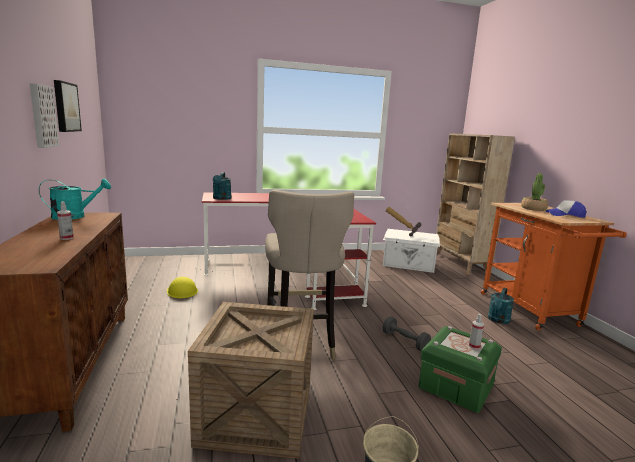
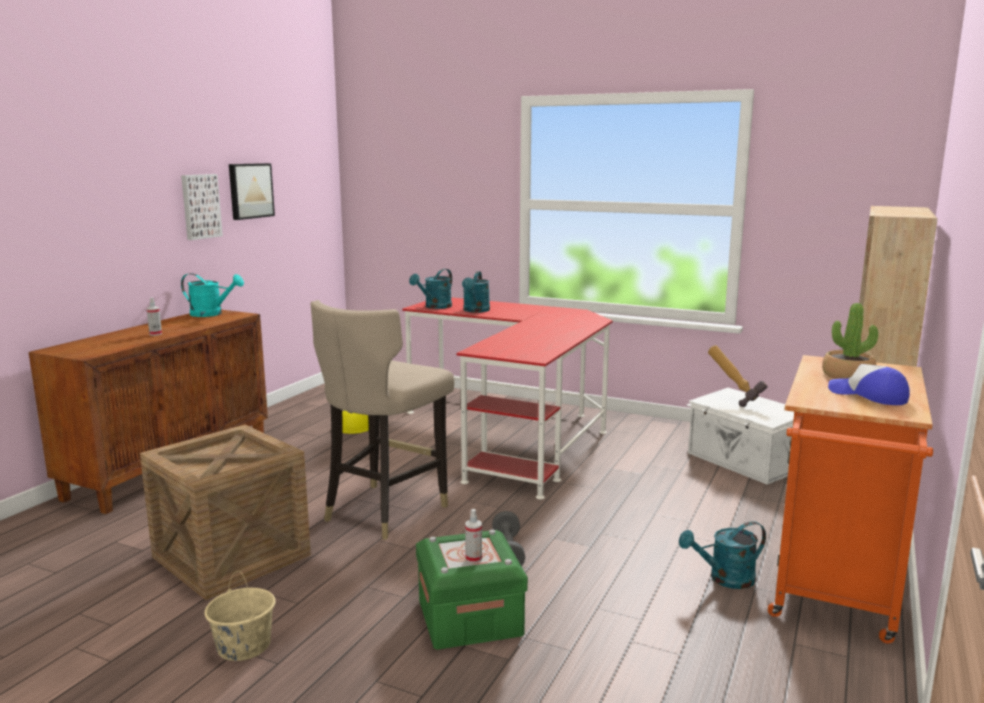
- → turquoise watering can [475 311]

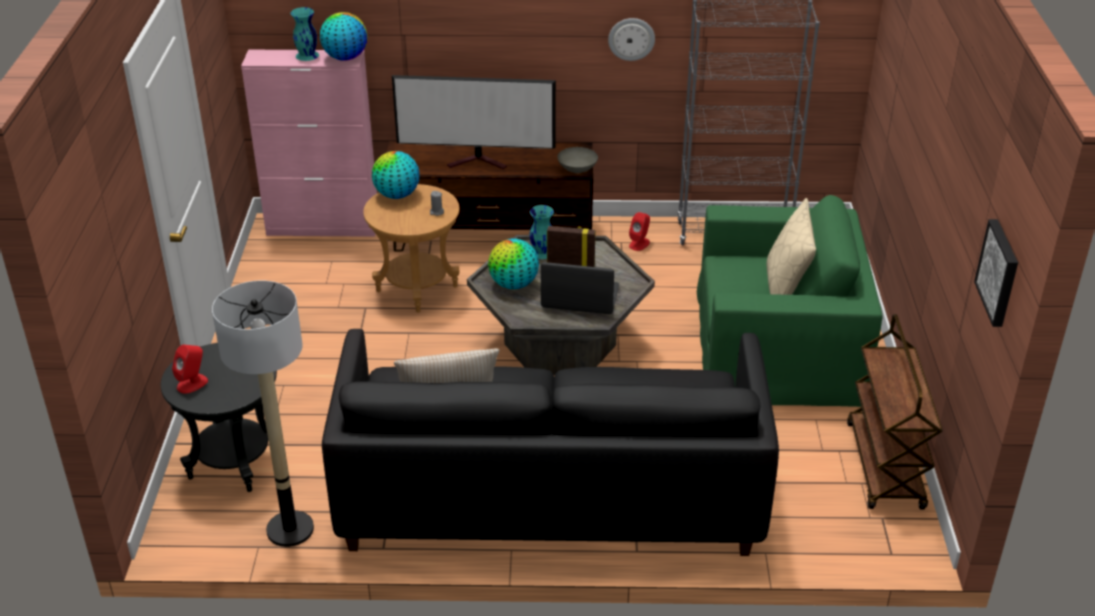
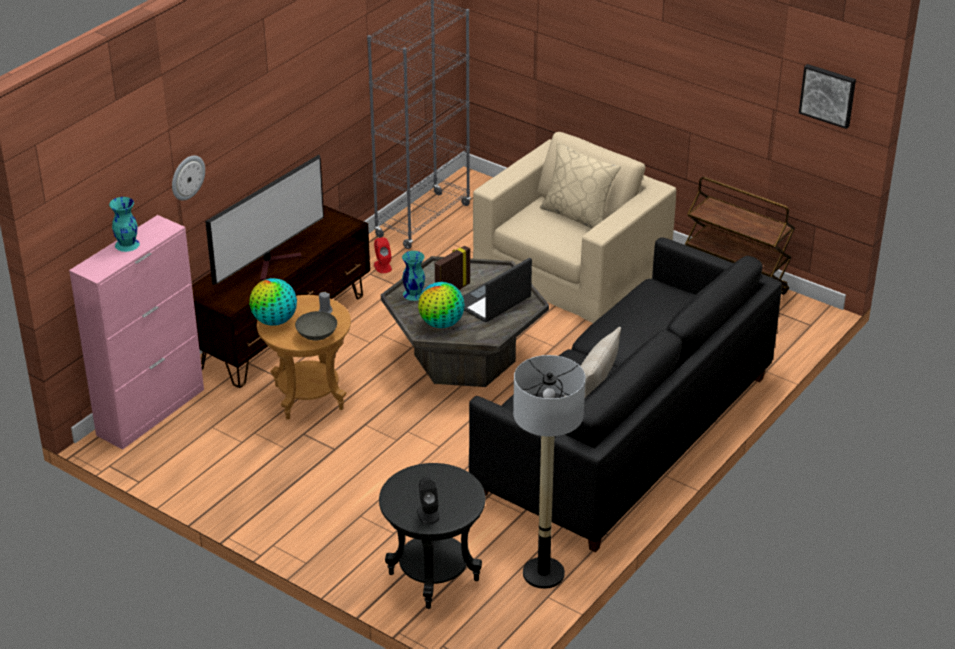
globe [345 58] → -
grey bowl [577 170] → grey bowl [316 336], relocated
wall clock [631 38] → wall clock [187 177], relocated
red speaker [192 383] → black speaker [428 513]
green armchair [778 345] → beige armchair [572 266]

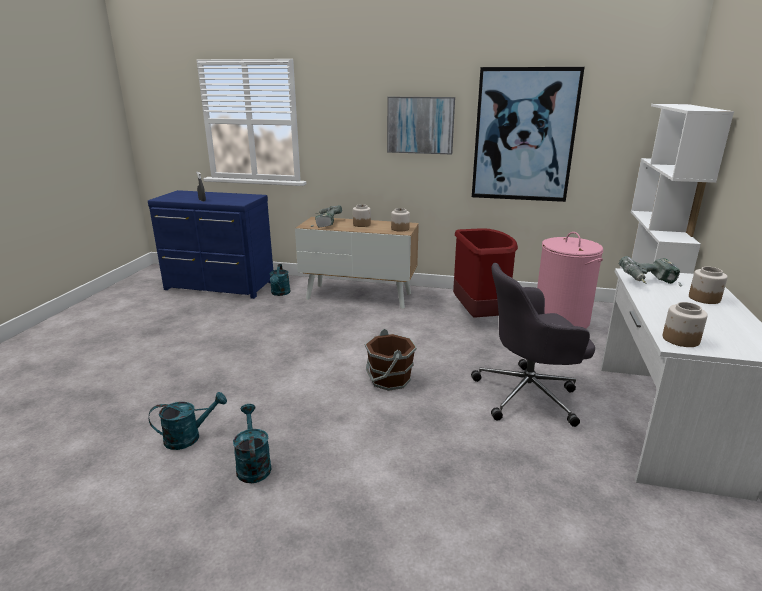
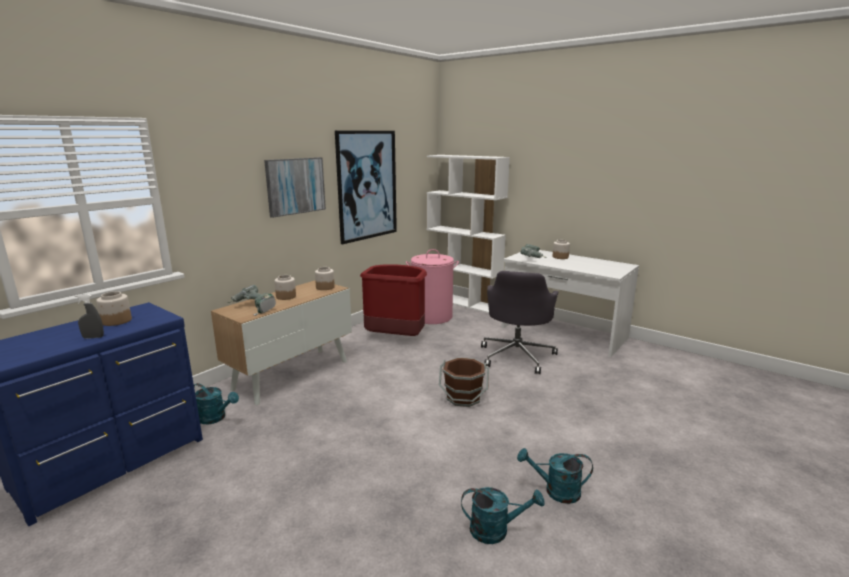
jar [680 339] → jar [116 321], relocated
turquoise watering can [189 437] → turquoise watering can [496 530], 90 degrees clockwise

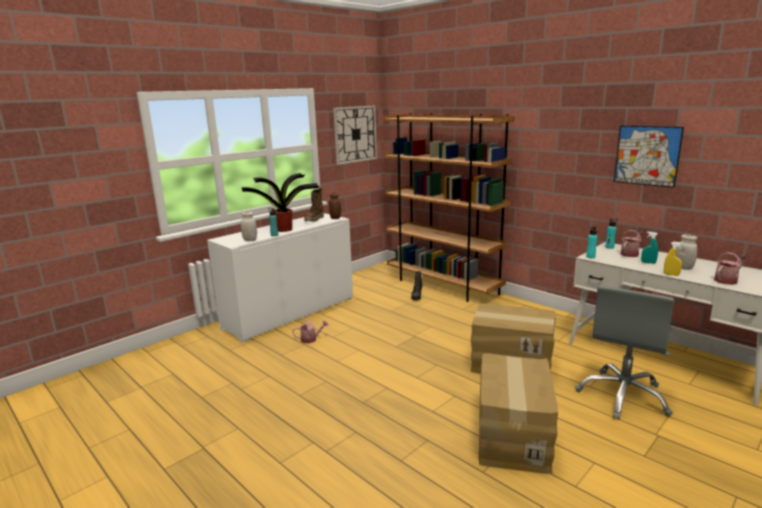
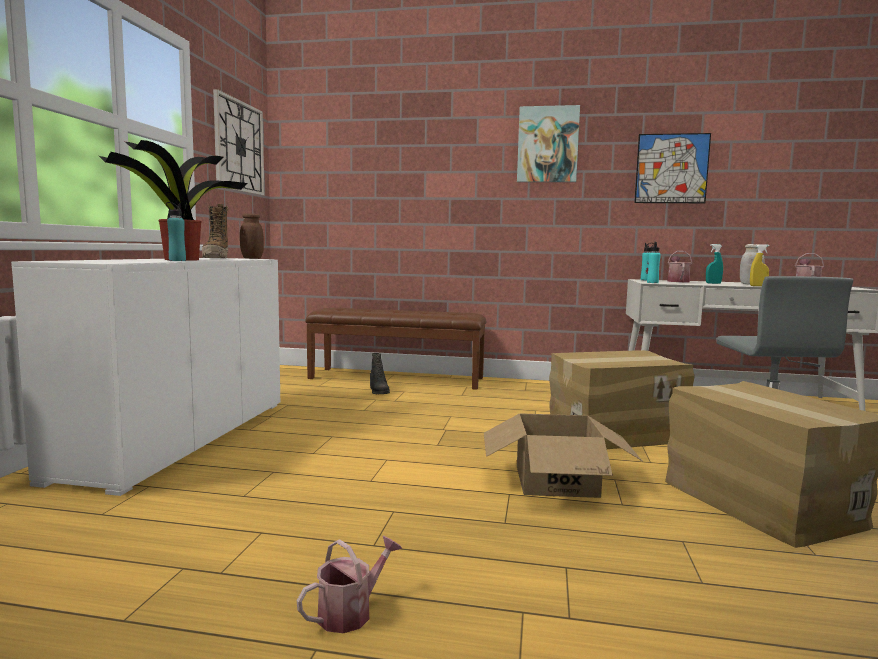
white jar [250 240] → -
- → cardboard box [556 481]
- → picture [547 144]
watering can [311 339] → watering can [351 612], relocated
brown bookcase [443 285] → brown bench [397 378]

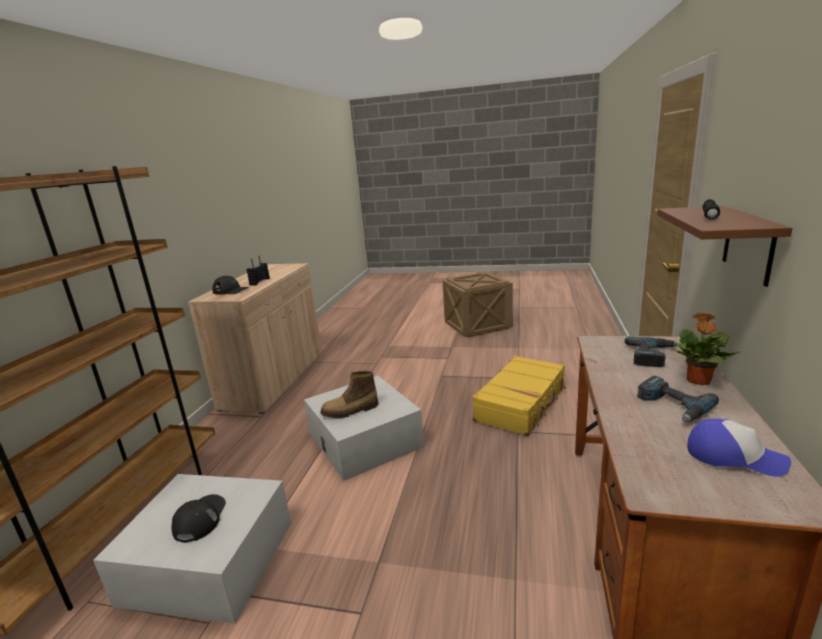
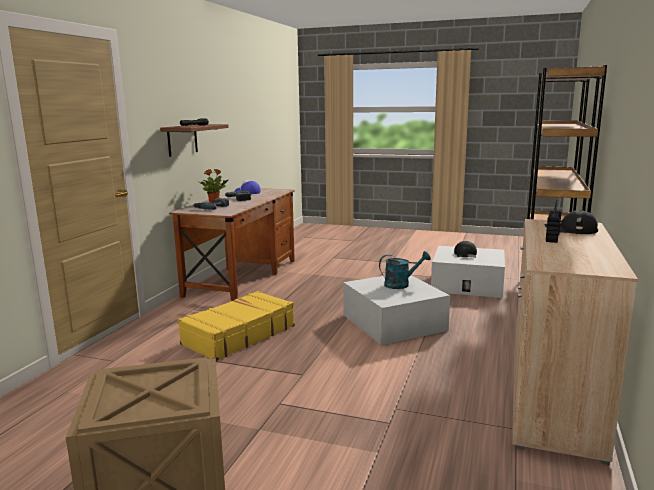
boot [350 411] → turquoise watering can [401 284]

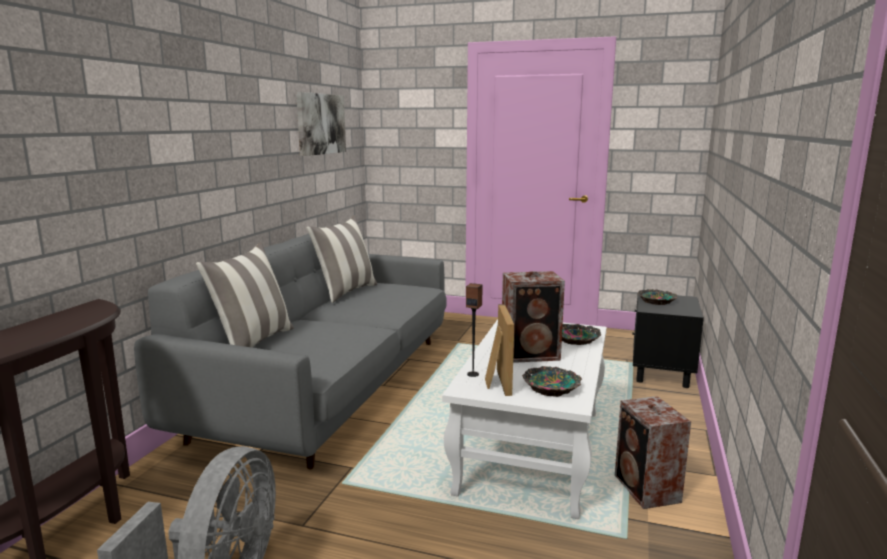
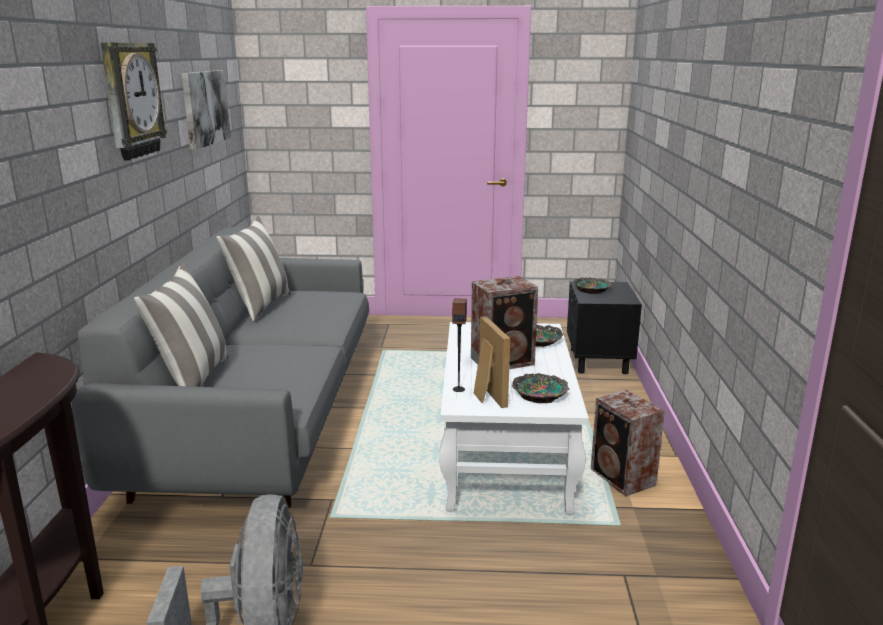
- → wall clock [130 100]

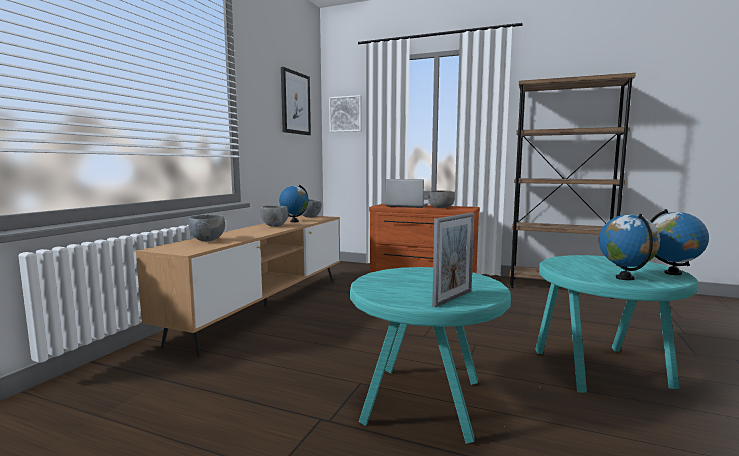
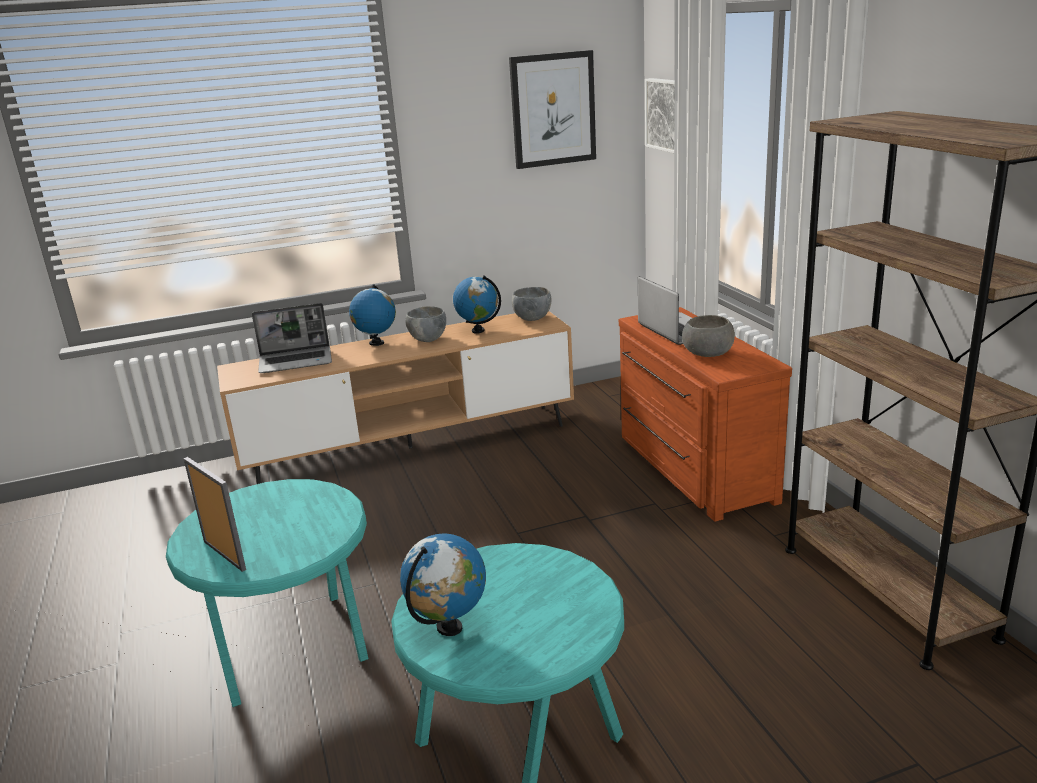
globe [672 273] → globe [376 343], relocated
grey bowl [208 240] → laptop [296 361]
picture frame [453 298] → picture frame [224 555], 135 degrees counterclockwise

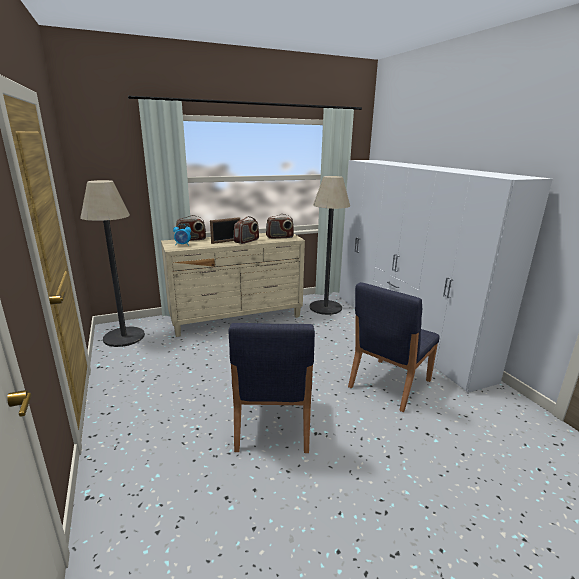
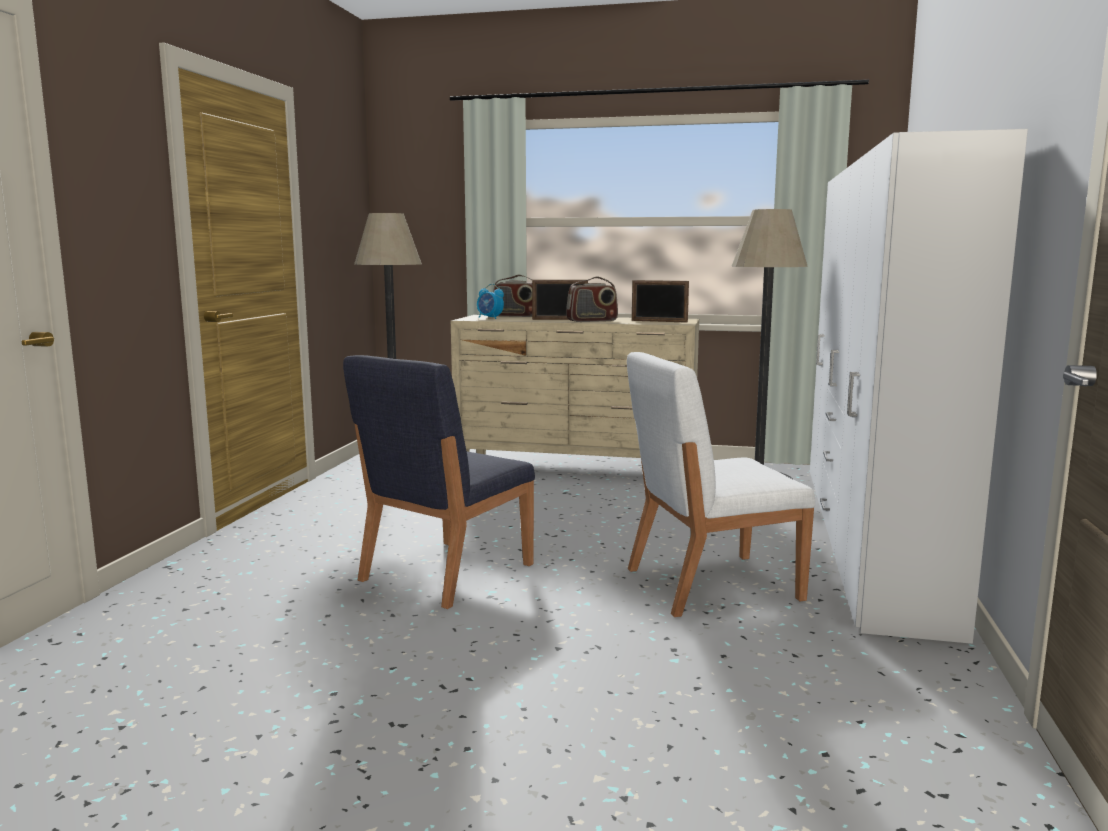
radio [279 237] → picture frame [659 321]
blue chair [389 384] → white chair [710 584]

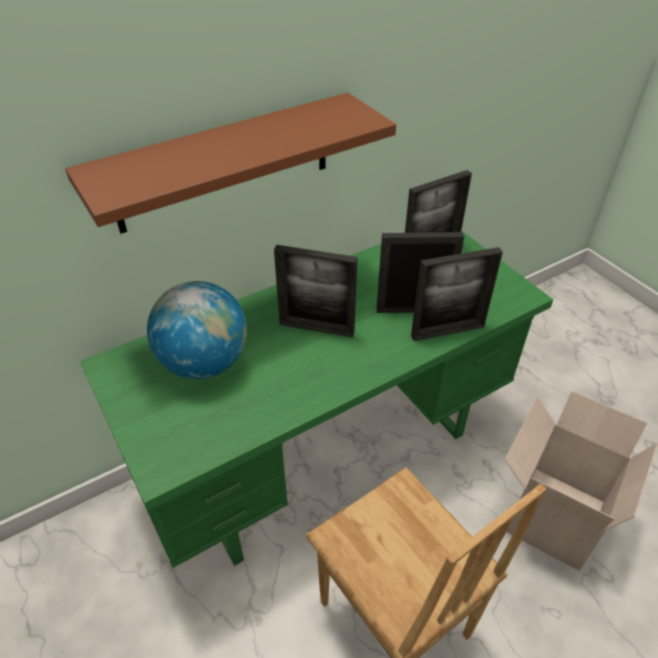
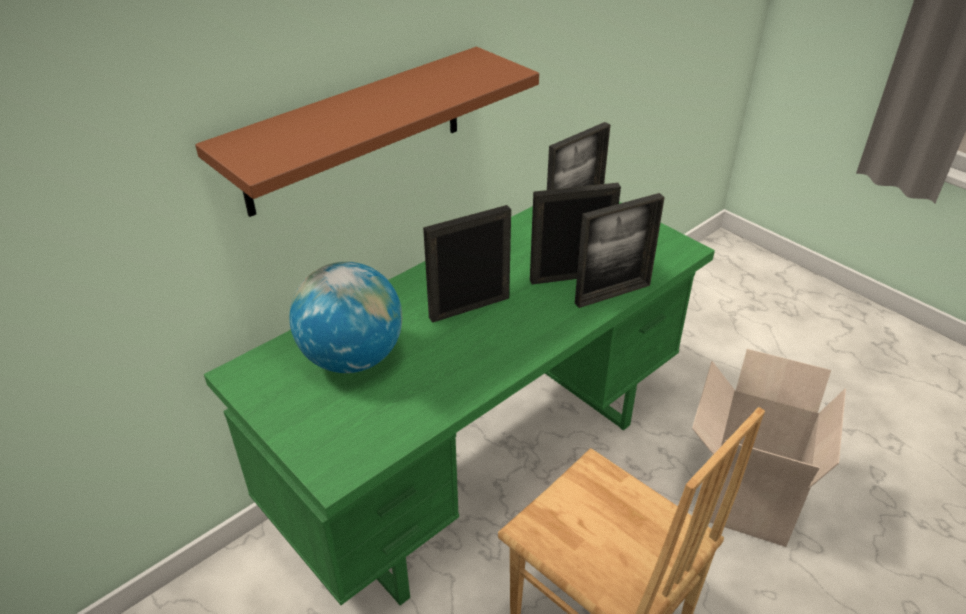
picture frame [316 328] → picture frame [469 307], 150 degrees clockwise

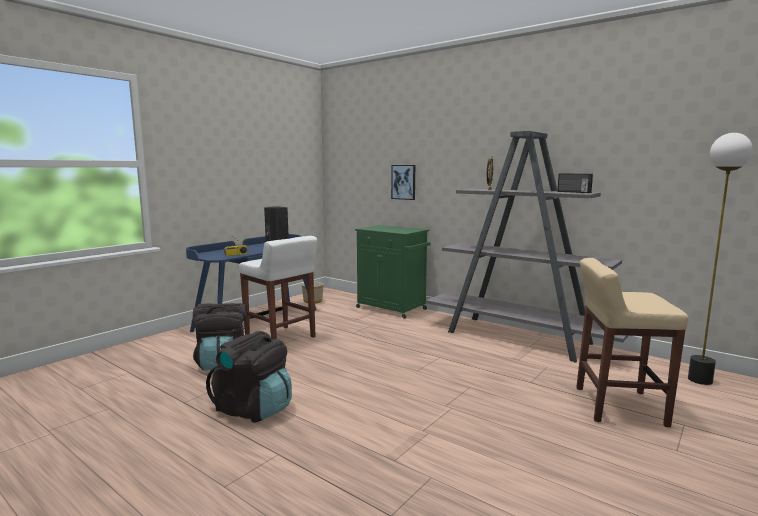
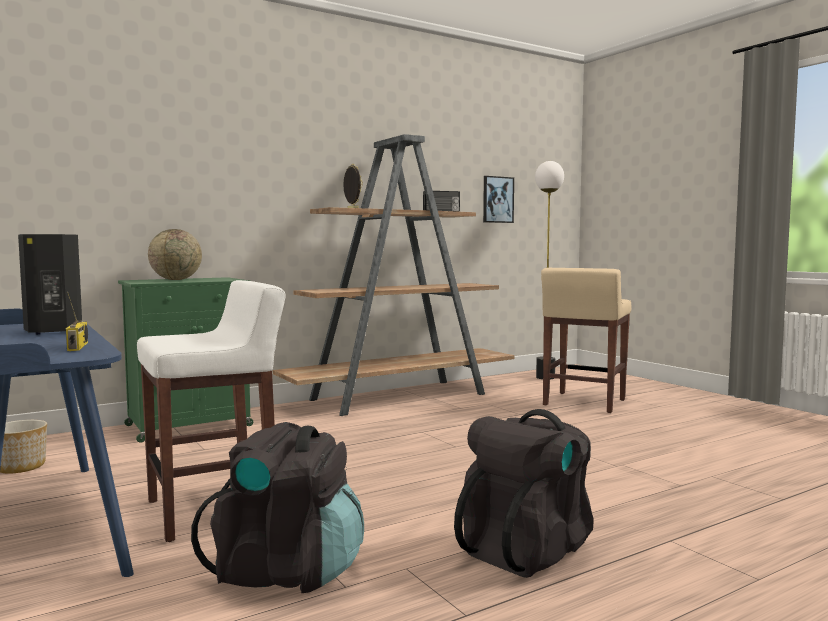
- → globe [176 280]
picture [403 182] → picture [497 199], relocated
grey bookcase [520 338] → brown bookcase [401 397]

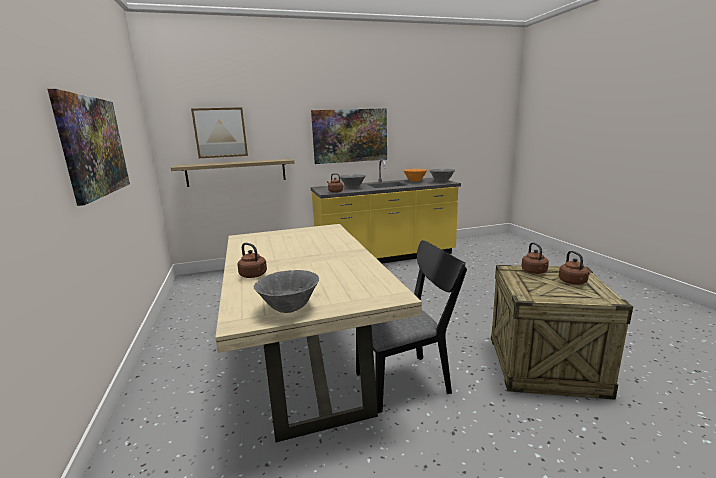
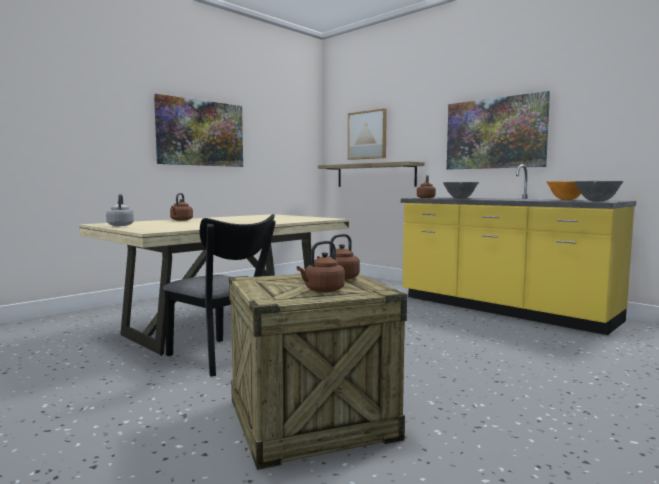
grey bowl [289 309] → grey kettle [121 225]

